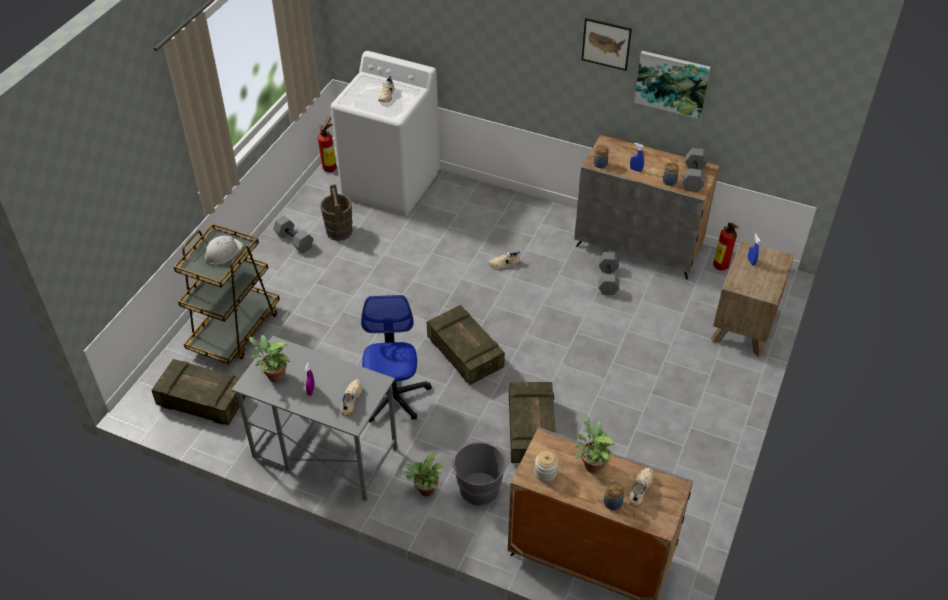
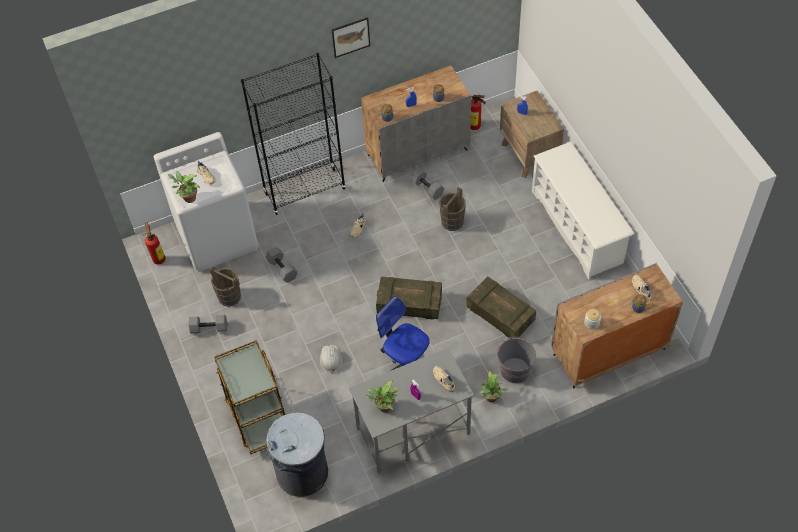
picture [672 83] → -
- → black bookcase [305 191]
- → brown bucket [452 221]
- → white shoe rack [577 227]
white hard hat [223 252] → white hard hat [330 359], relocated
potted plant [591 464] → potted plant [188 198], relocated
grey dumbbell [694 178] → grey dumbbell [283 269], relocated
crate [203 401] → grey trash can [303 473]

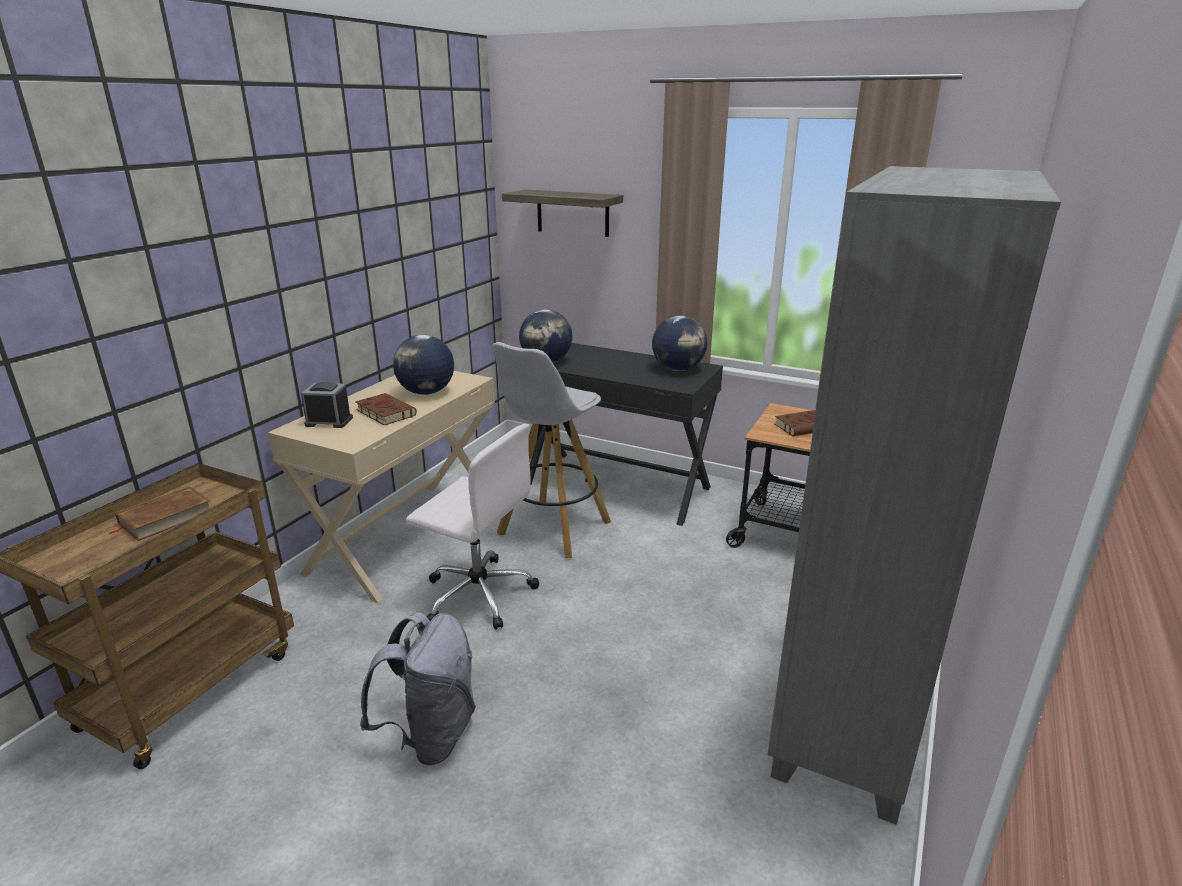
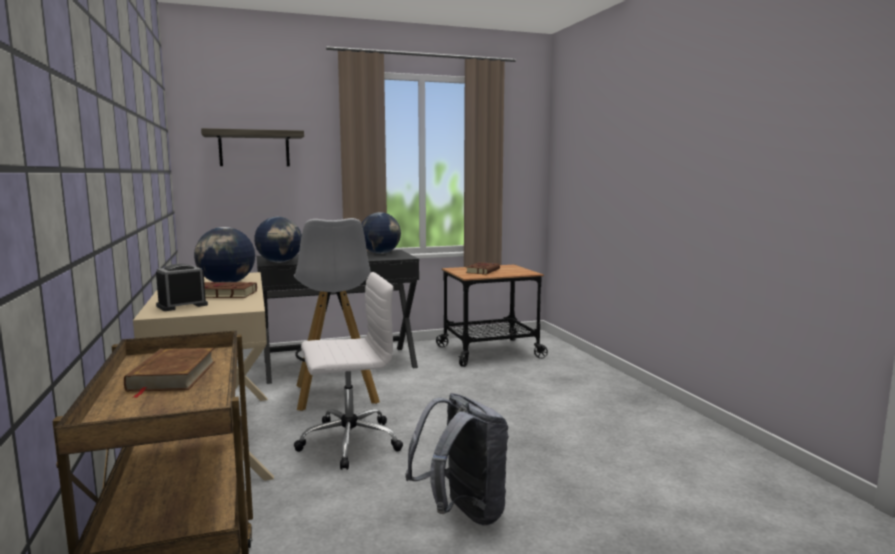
grey bookcase [848 716] → -

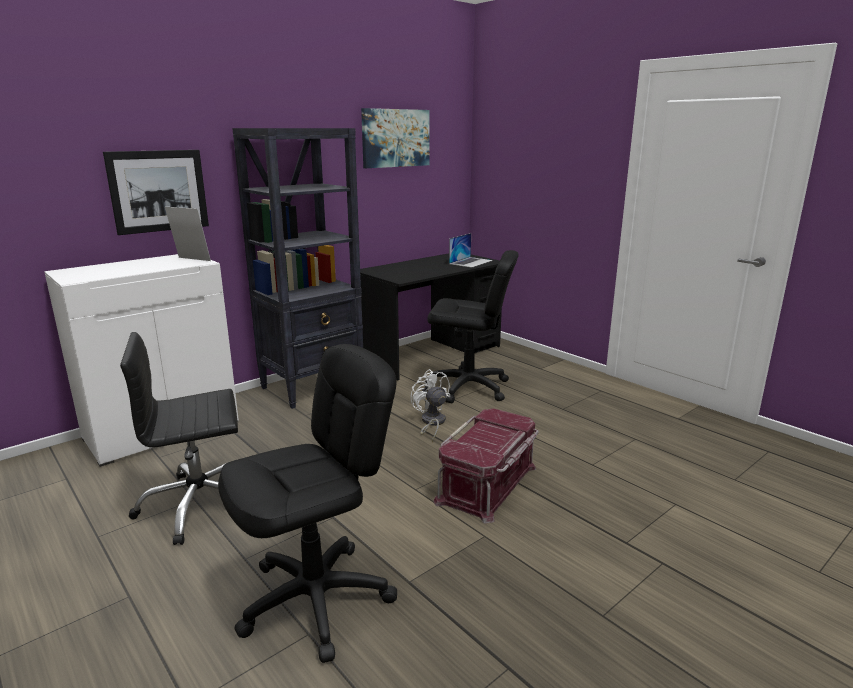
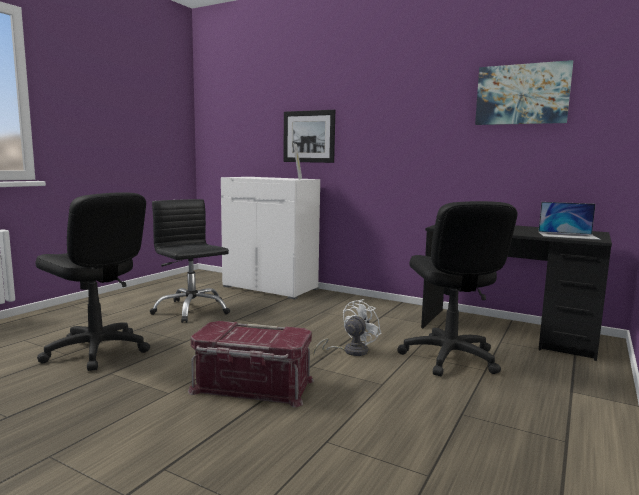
black bookcase [313 386] → -

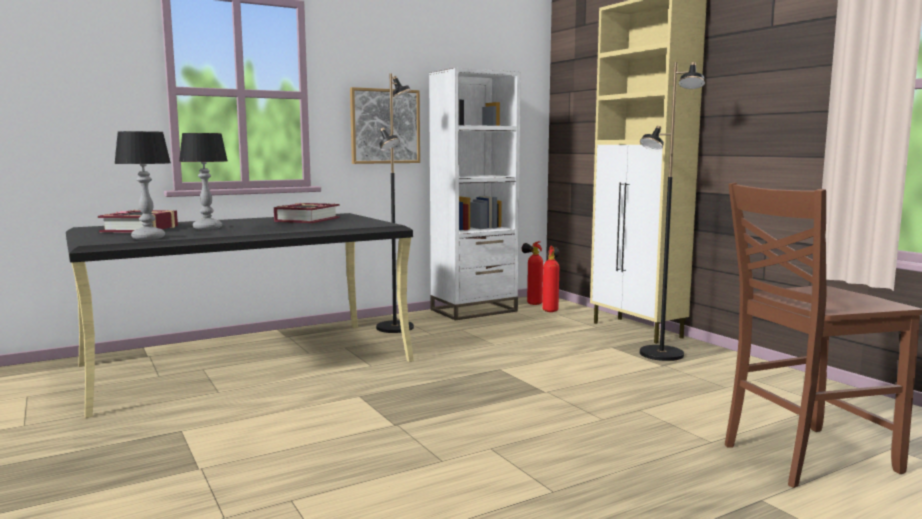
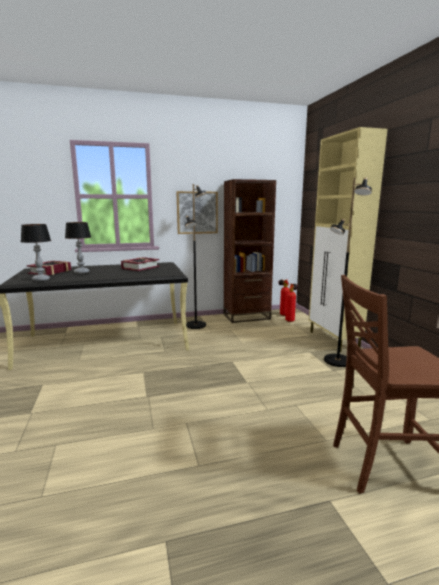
white bookcase [474 310] → brown bookcase [246 316]

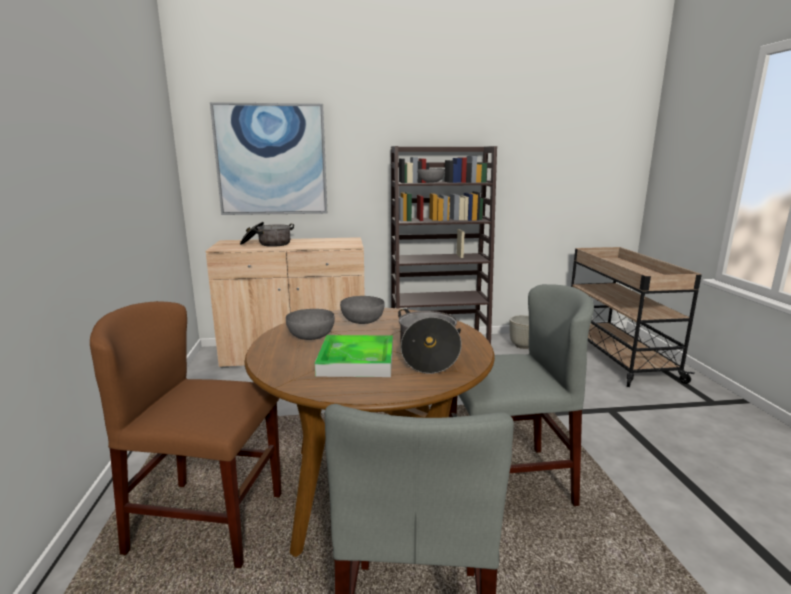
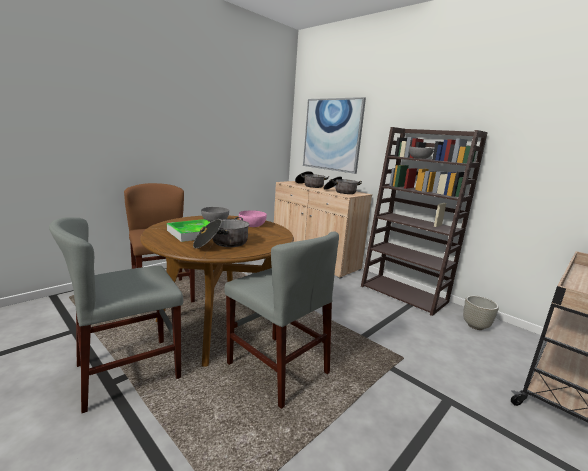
- → cooking pot [340 192]
grey bowl [362 320] → pink bowl [252 225]

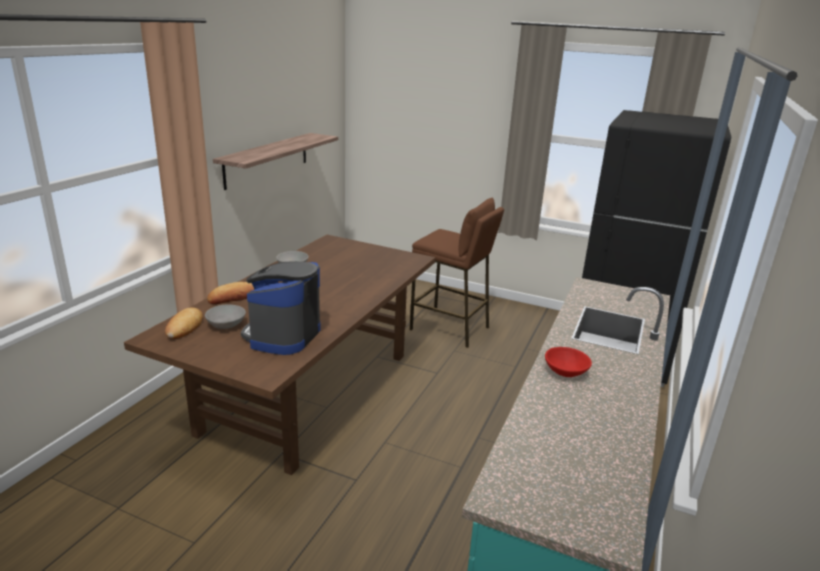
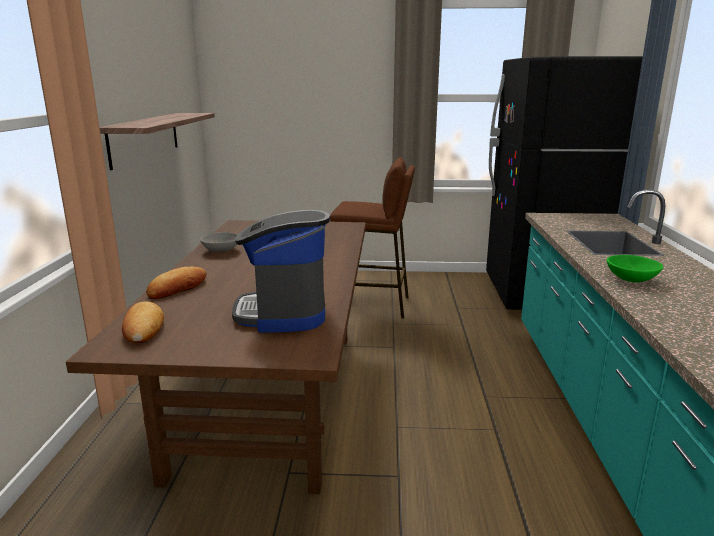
grey bowl [226 325] → -
red bowl [565 372] → green bowl [631 279]

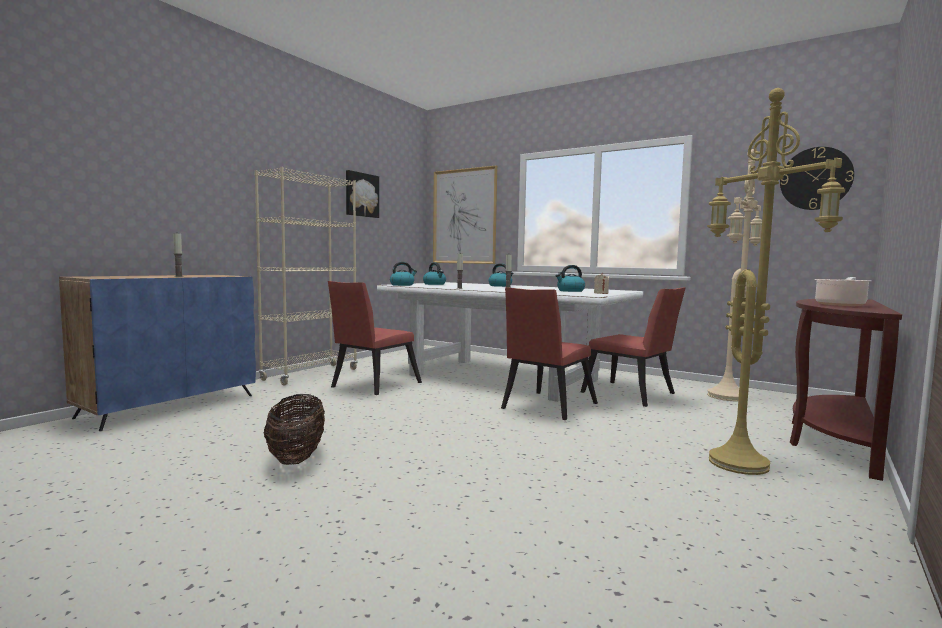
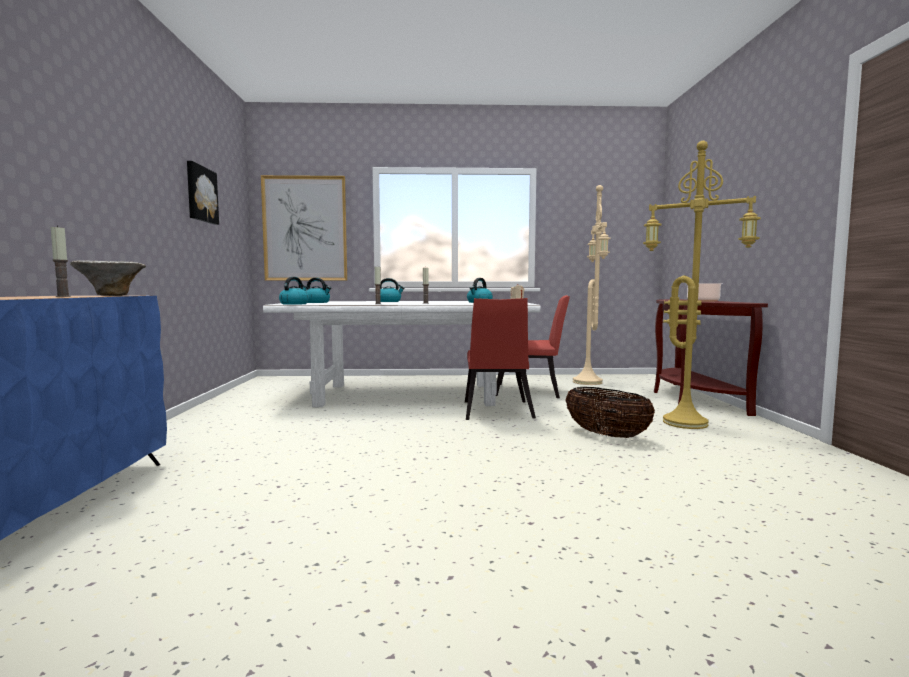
beige bookcase [310 374] → -
red chair [372 386] → -
wall clock [815 178] → -
- → bowl [110 295]
basket [296 457] → basket [606 435], relocated

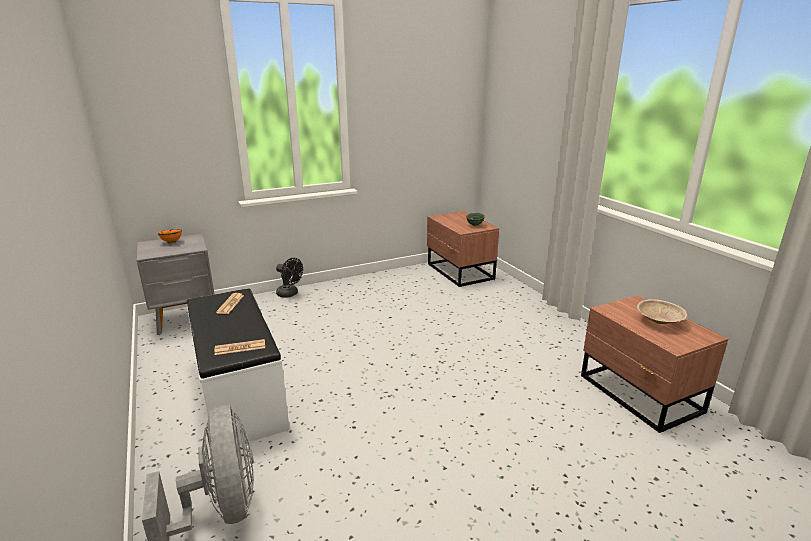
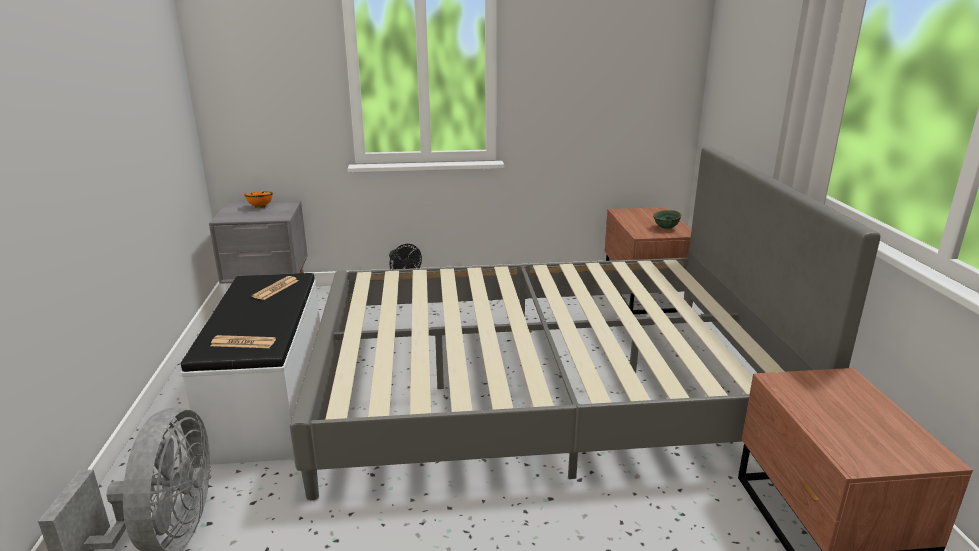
beige bowl [658 322] → -
- → grey bed [542 388]

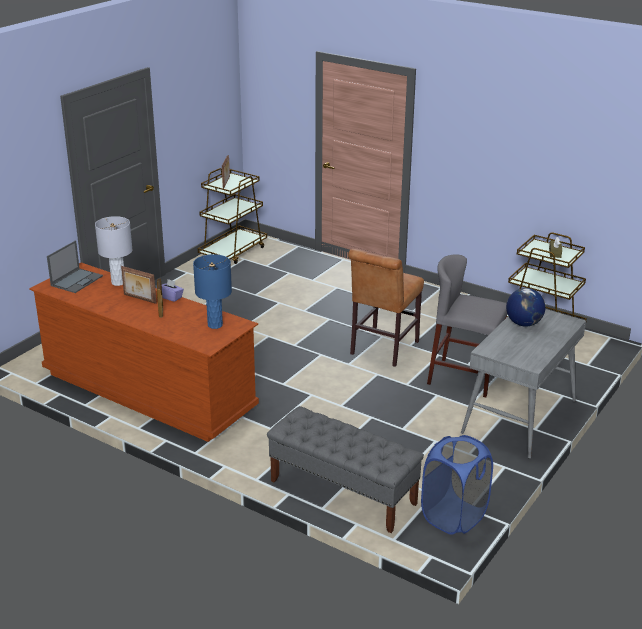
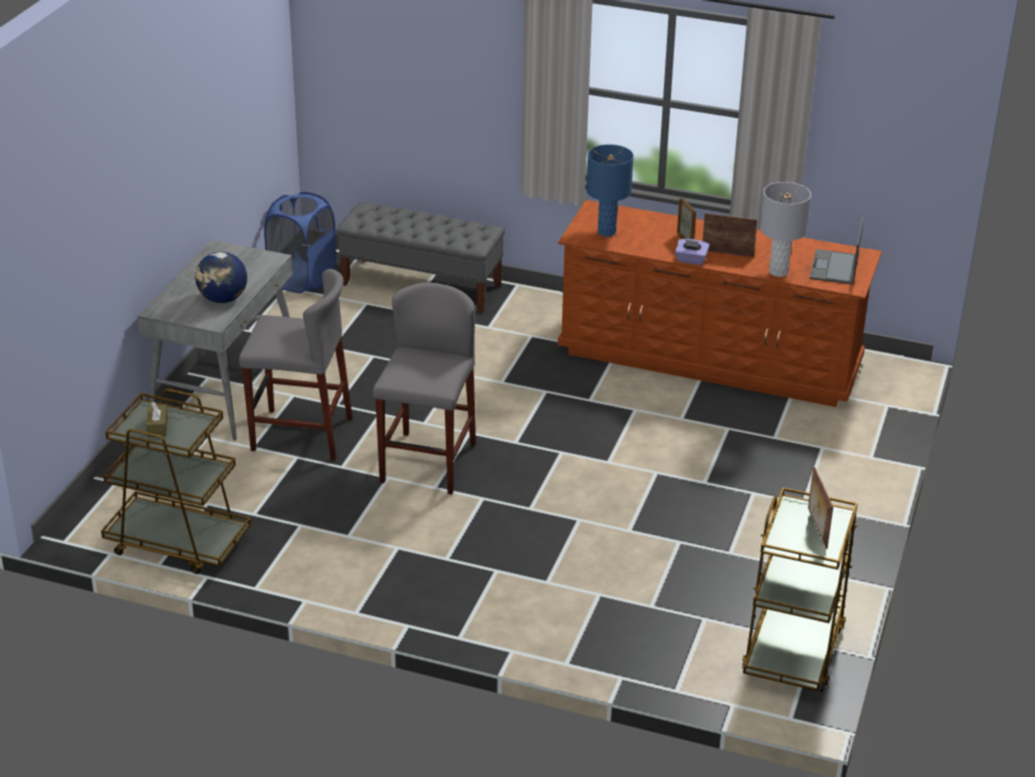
brown chair [382 349] → grey stool [428 463]

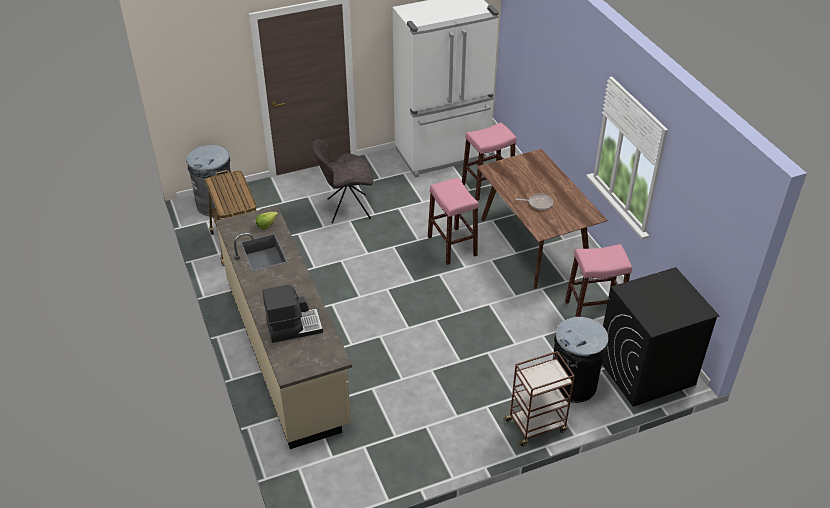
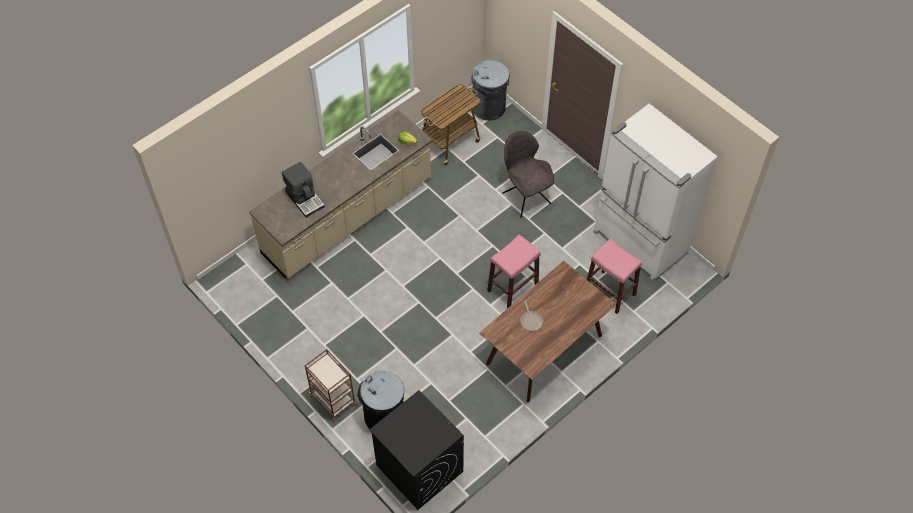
pink stool [593 311] → -

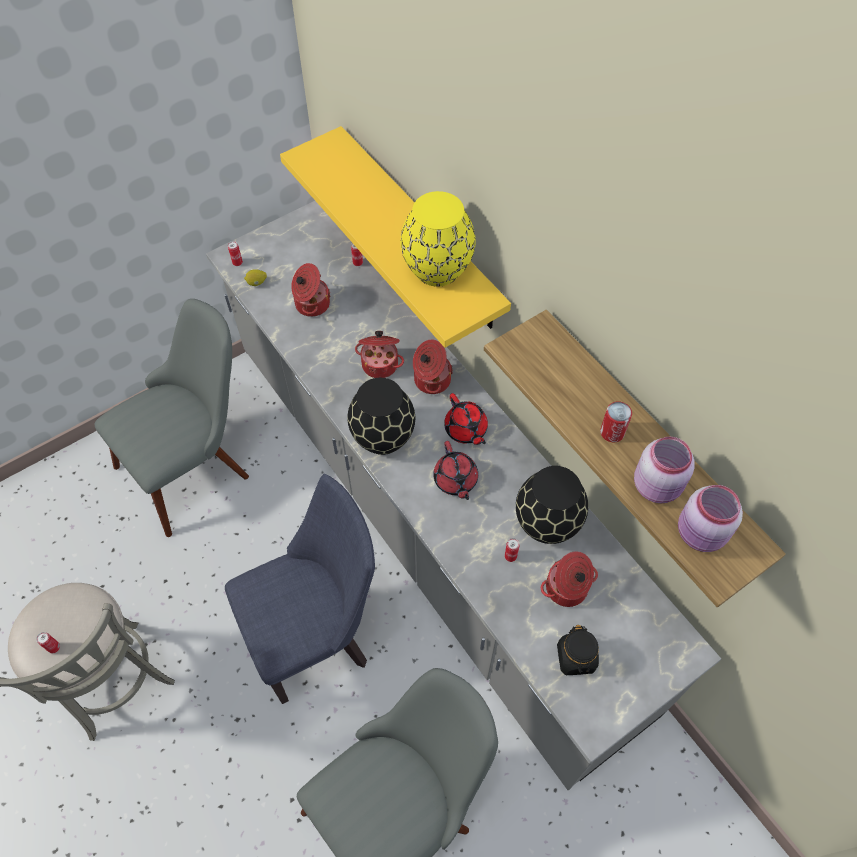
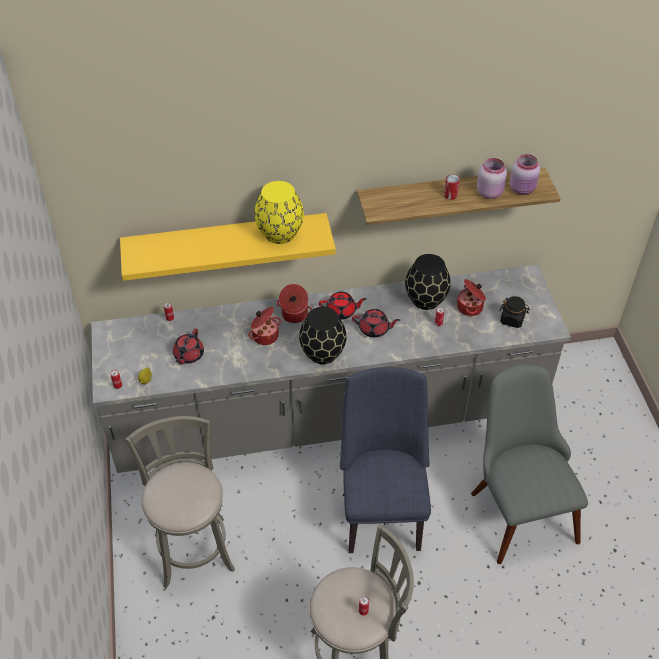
grey chair [196 462] → grey stool [193 548]
cooking pot [311 304] → red teapot [188 355]

